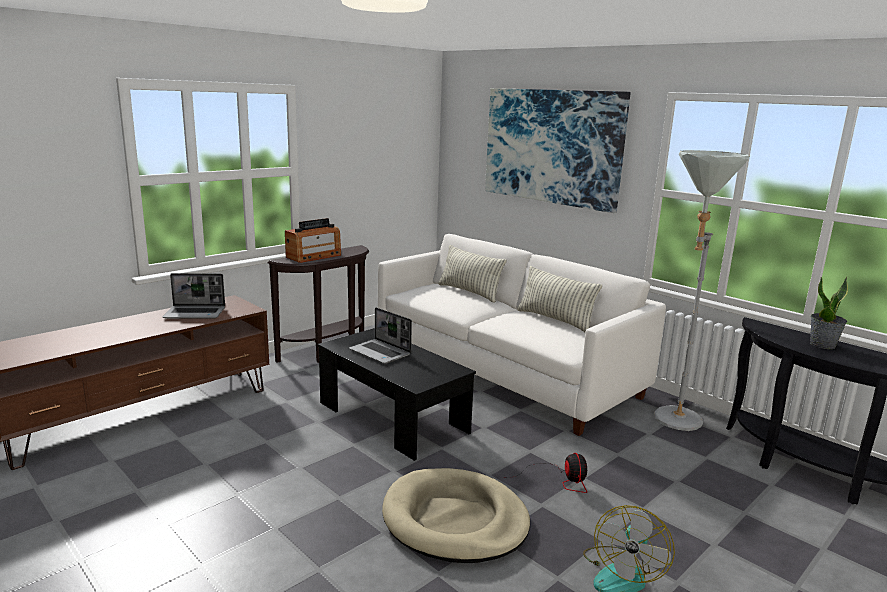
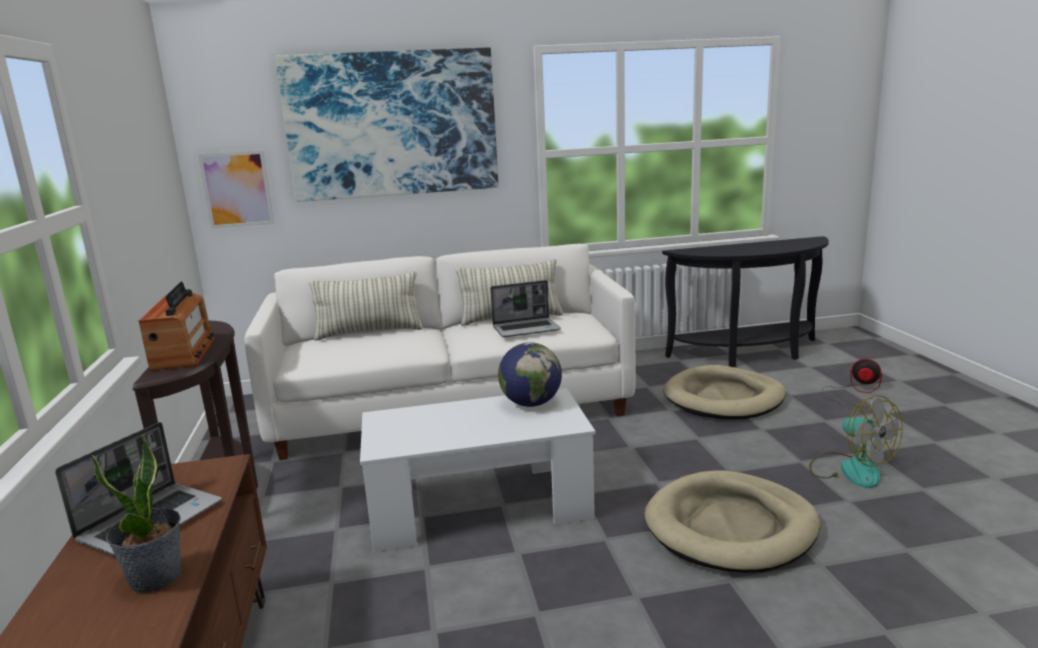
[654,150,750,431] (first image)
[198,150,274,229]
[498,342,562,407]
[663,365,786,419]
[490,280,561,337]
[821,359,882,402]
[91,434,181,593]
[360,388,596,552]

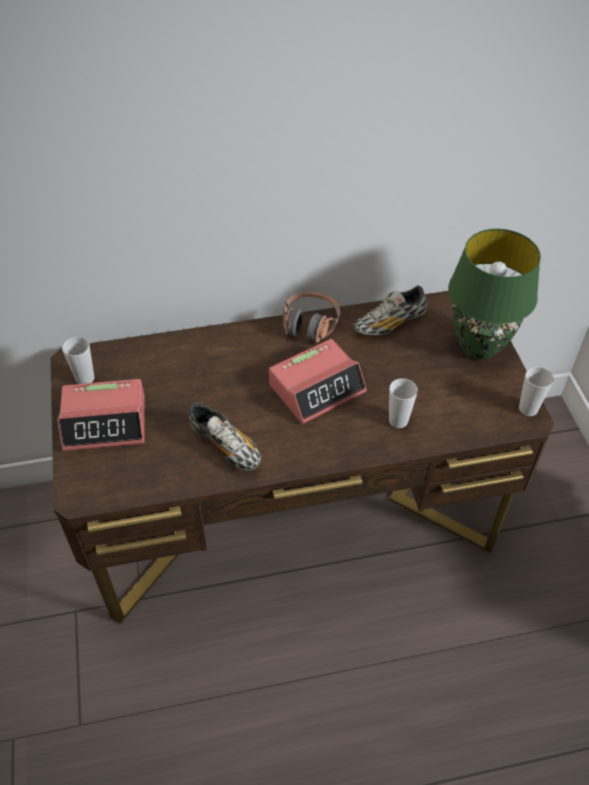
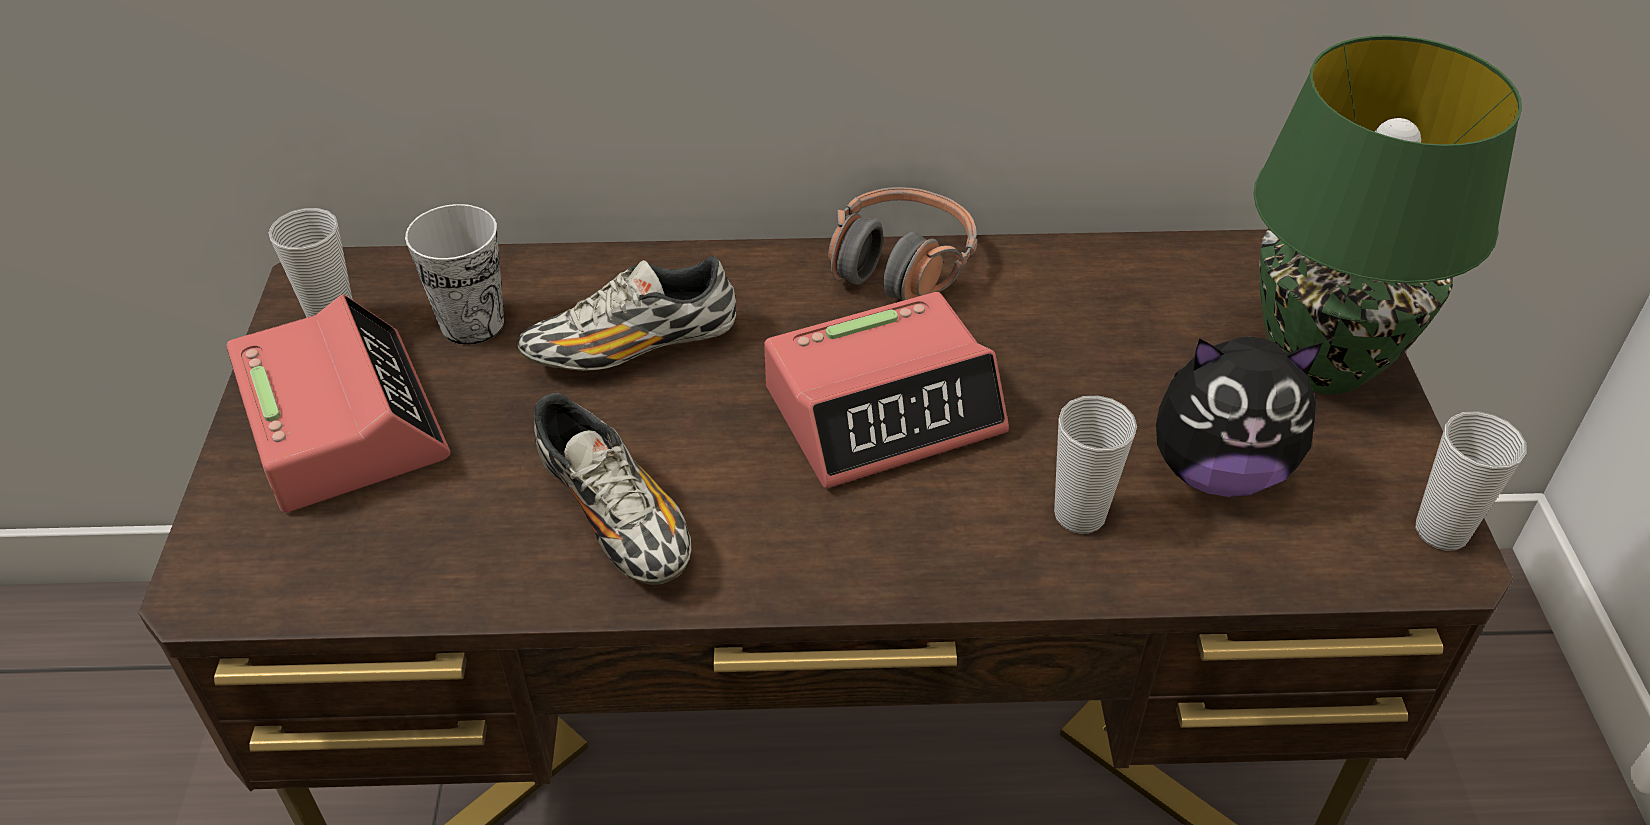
[405,204,504,345]
[1156,337,1323,497]
[517,256,736,371]
[226,294,450,513]

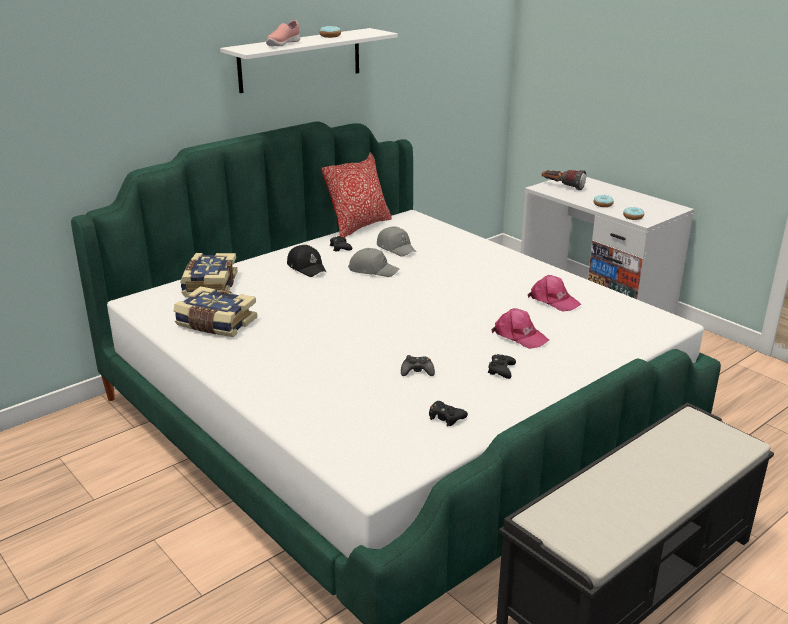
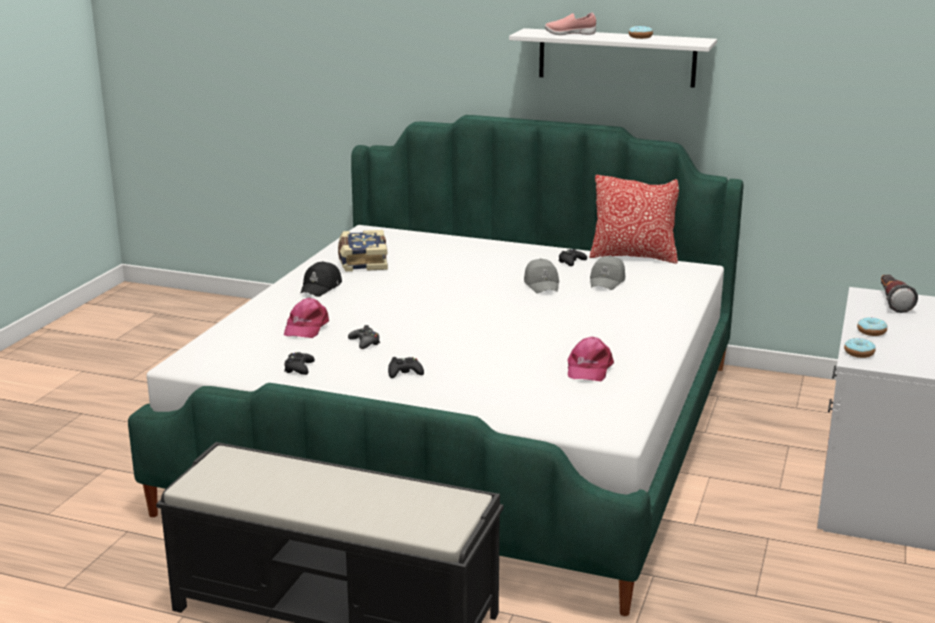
[180,253,238,298] (first image)
[300,261,342,297]
[284,298,329,338]

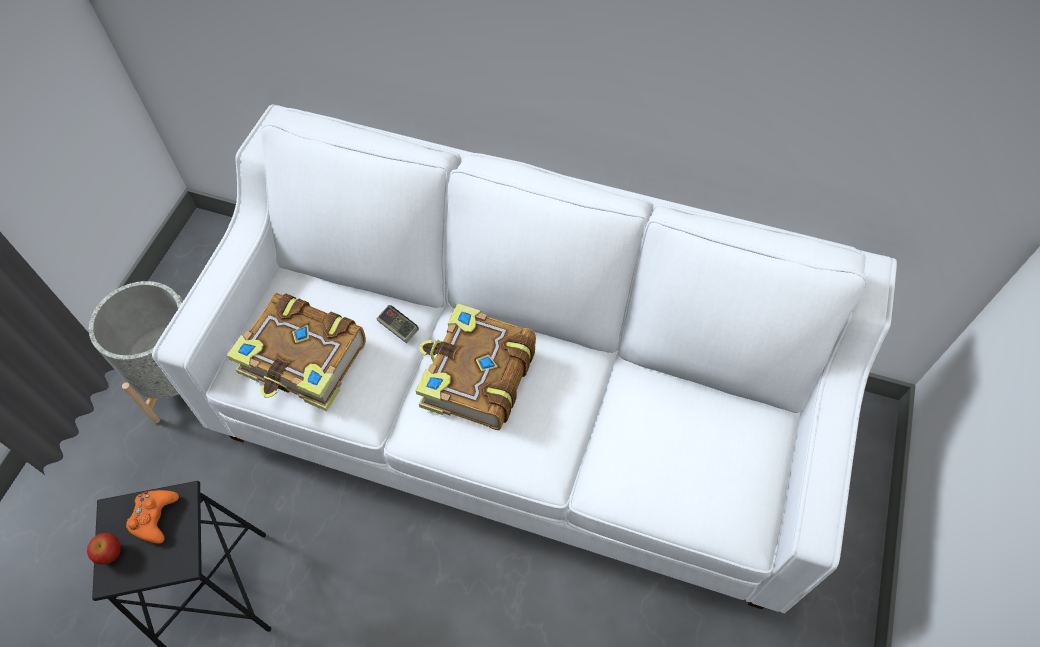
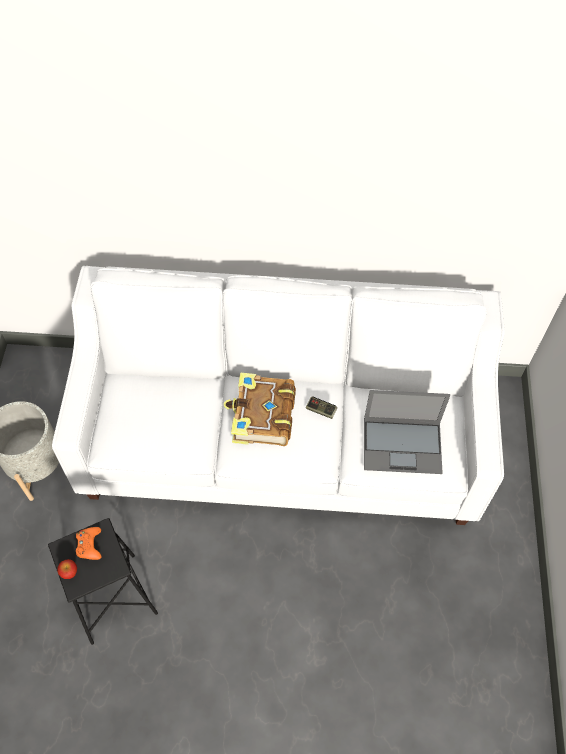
[227,293,366,411] (first image)
[364,390,450,474]
[306,397,337,419]

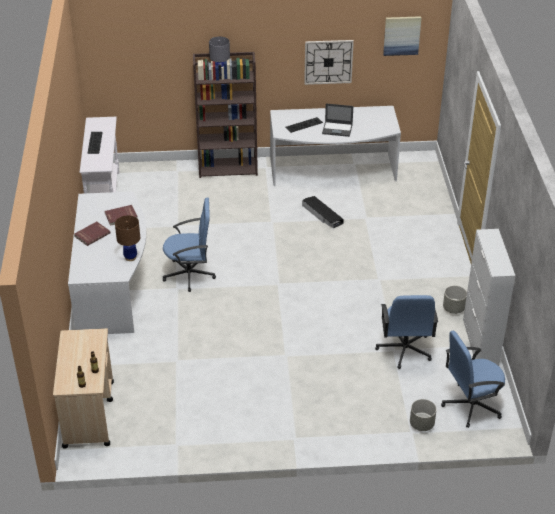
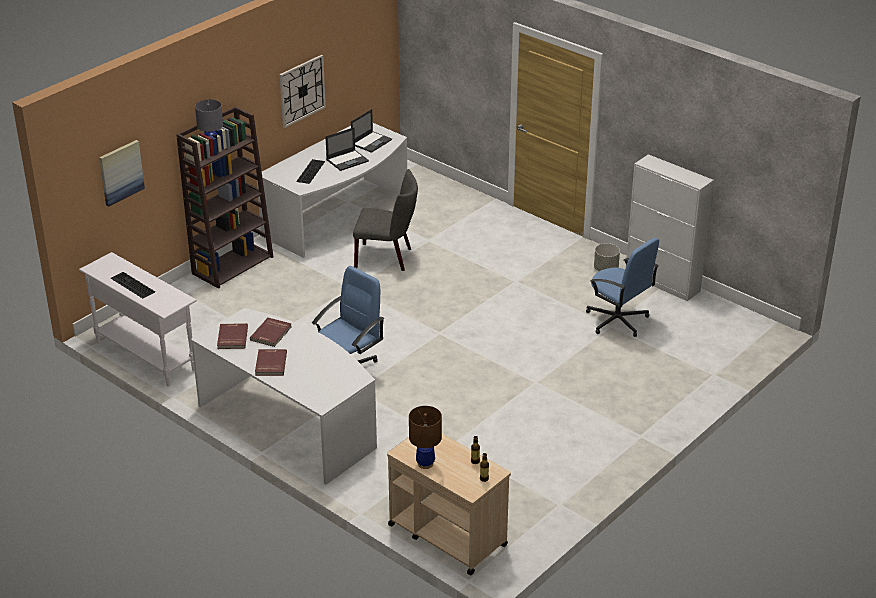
[410,399,437,431] (first image)
[441,331,505,428] (first image)
[217,323,248,349]
[351,109,392,153]
[409,406,442,469]
[99,140,145,207]
[353,169,418,271]

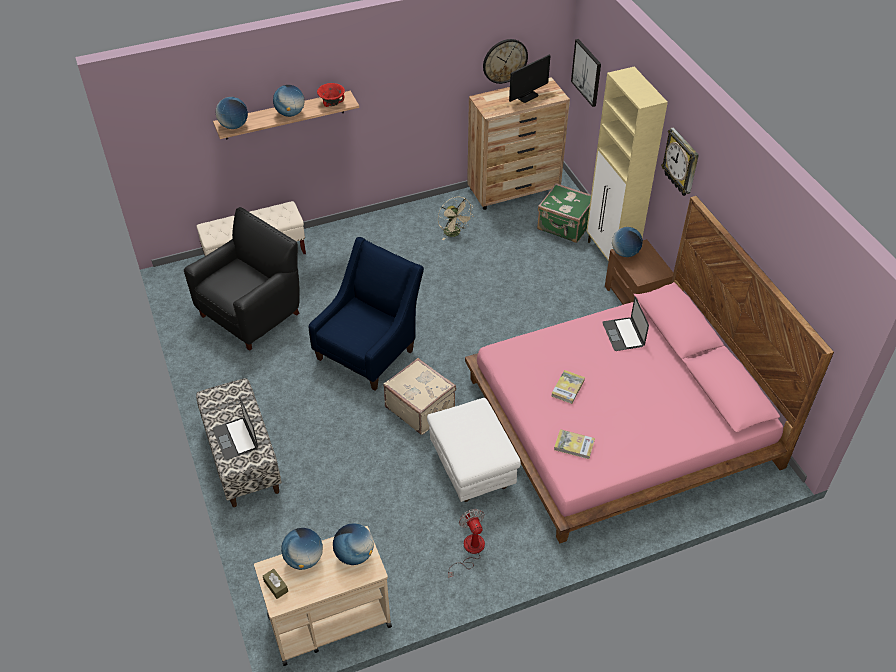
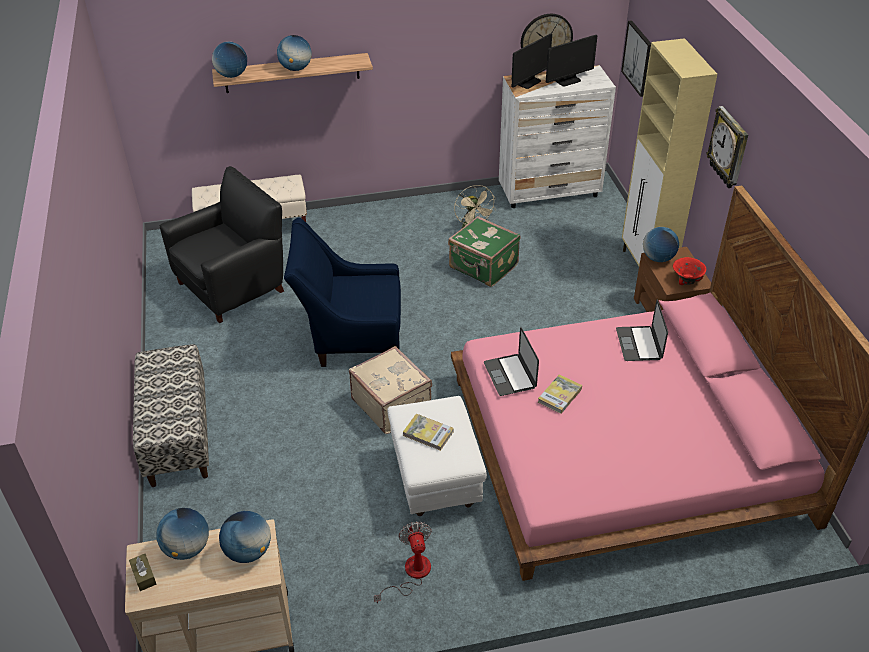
[511,33,552,89]
[484,327,539,396]
[673,257,706,285]
[448,216,520,287]
[403,414,454,451]
[499,65,616,208]
[284,217,401,367]

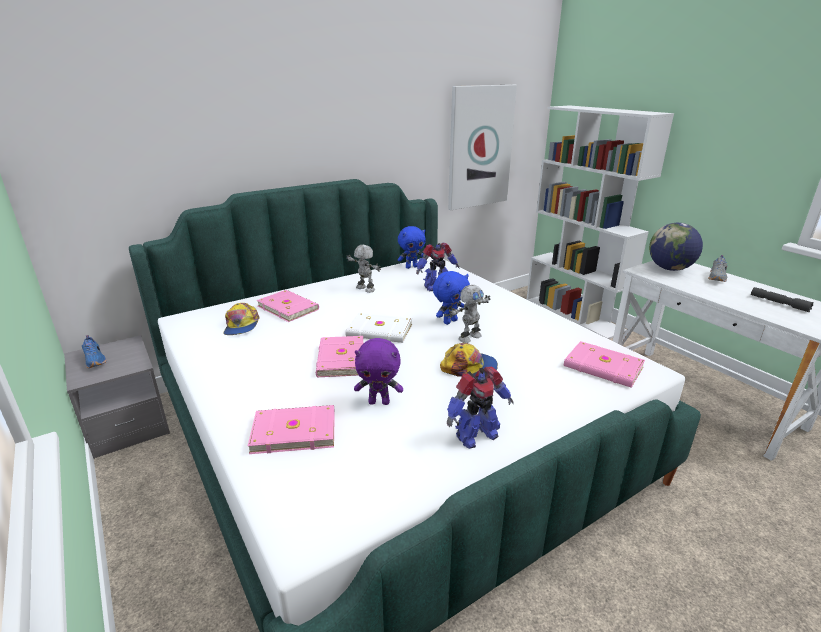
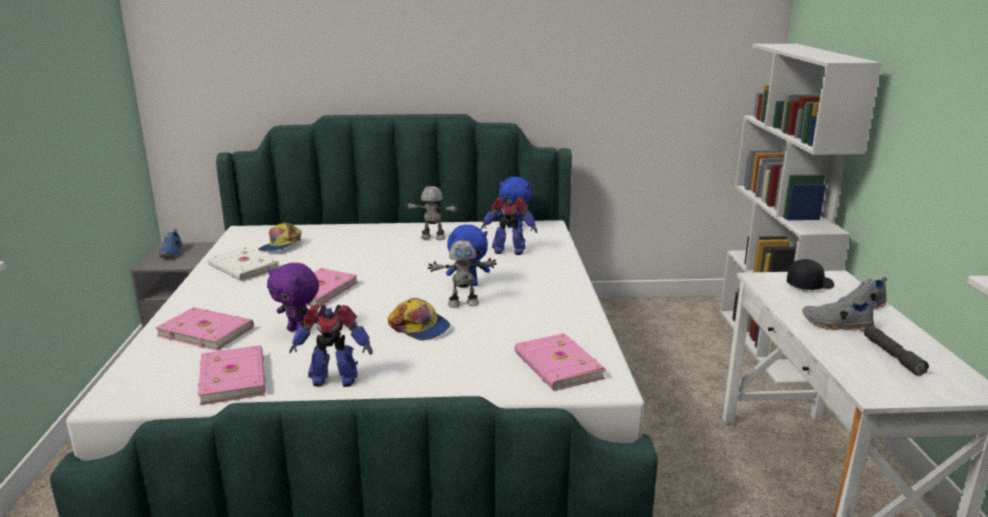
[448,85,517,210] (first image)
[802,296,877,331]
[198,345,266,405]
[208,247,279,281]
[787,259,834,290]
[405,186,459,240]

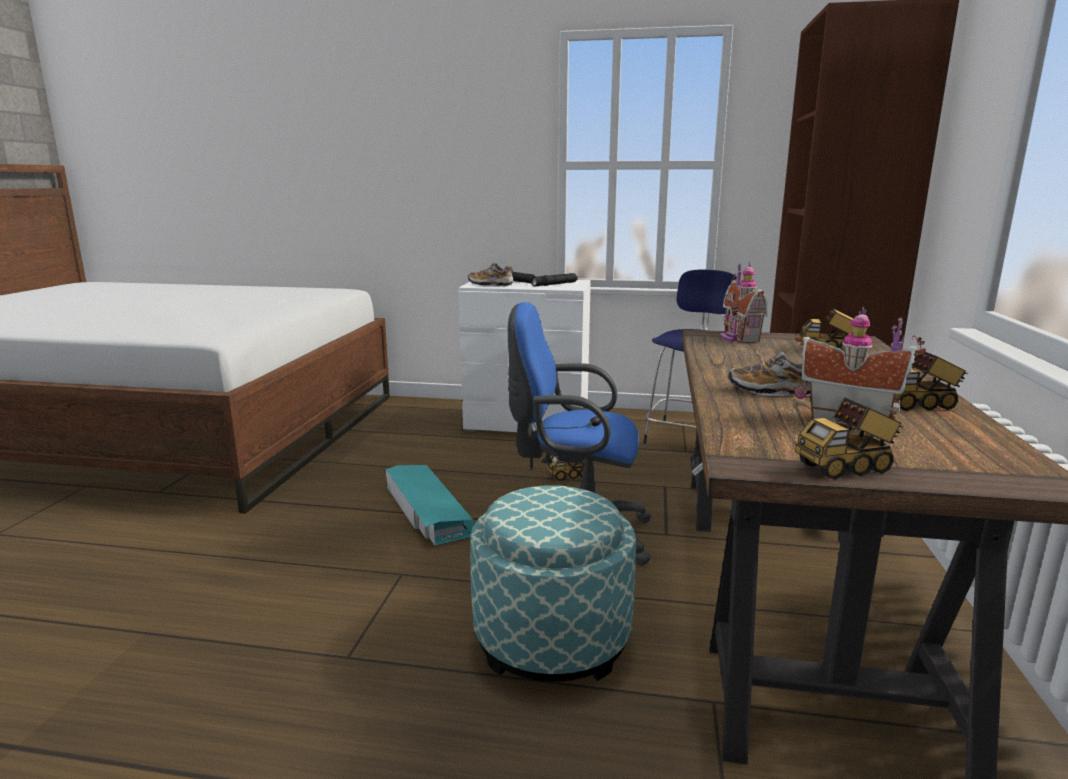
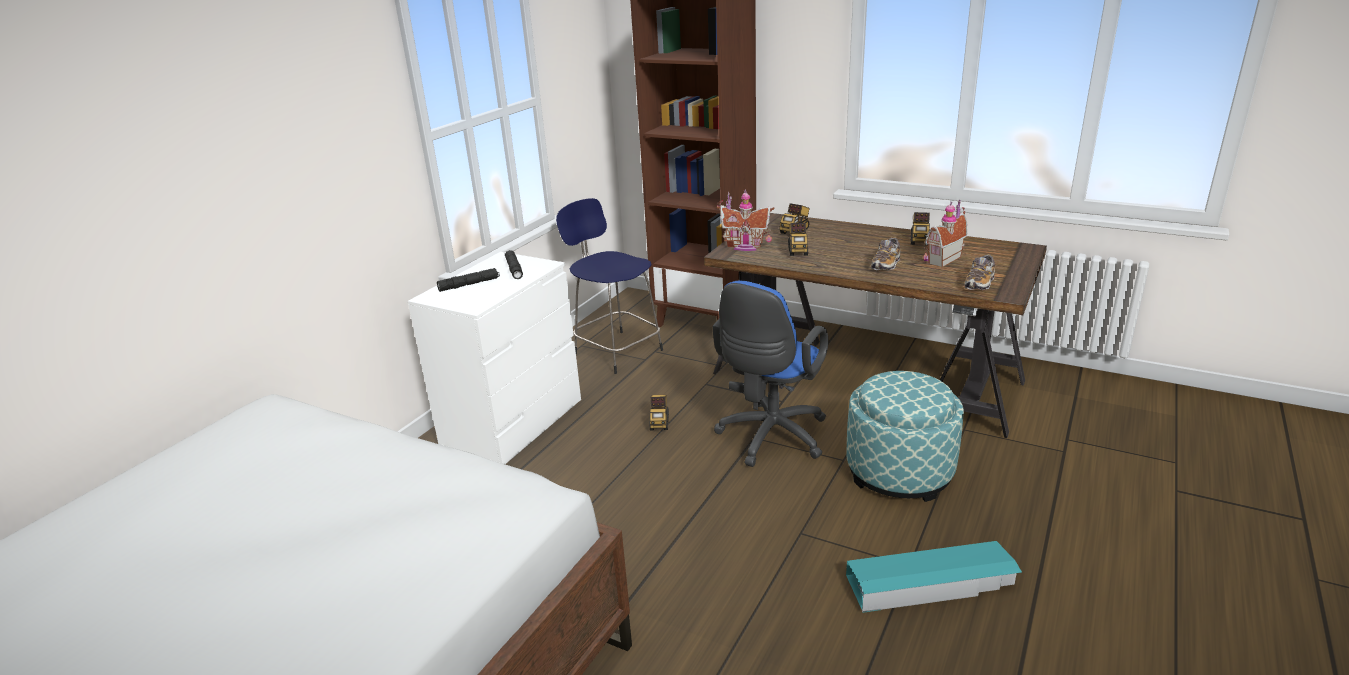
[846,541,1022,613]
[965,254,995,290]
[788,223,808,256]

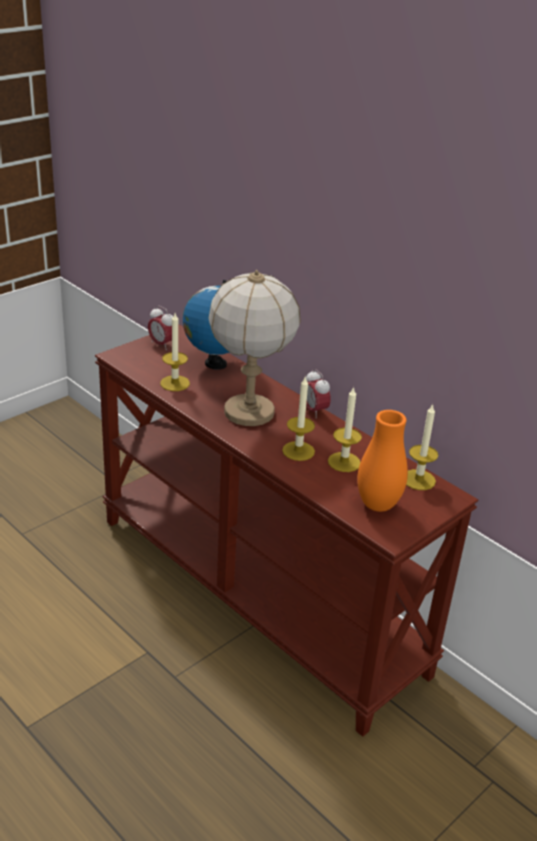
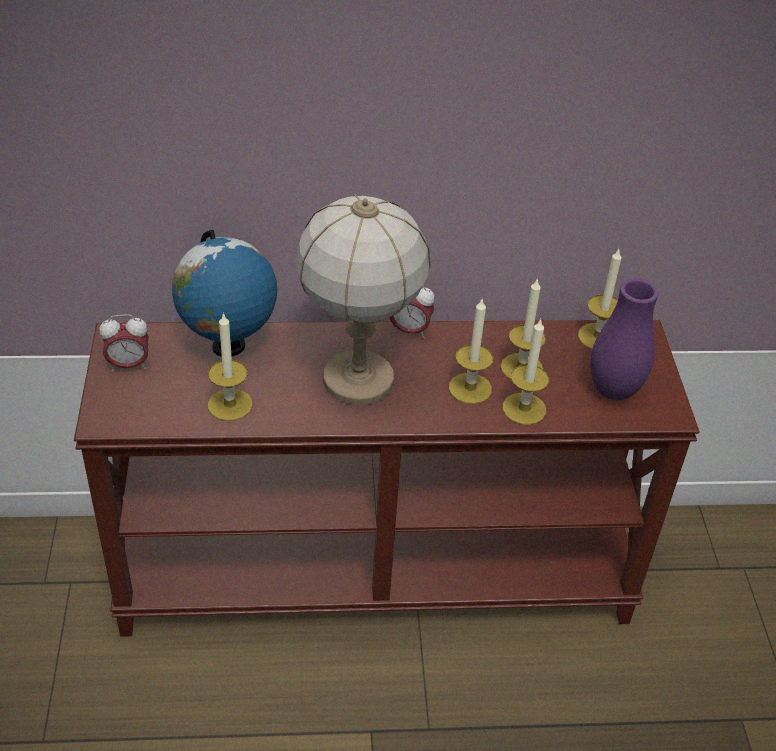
[502,318,549,425]
[590,278,659,400]

